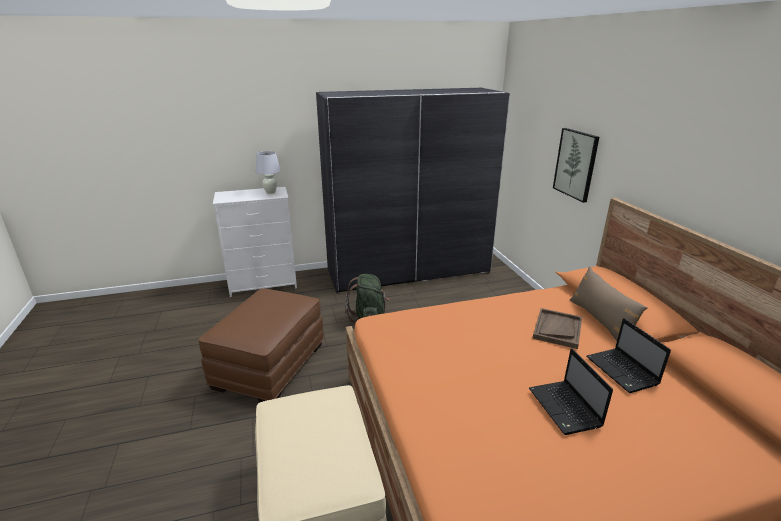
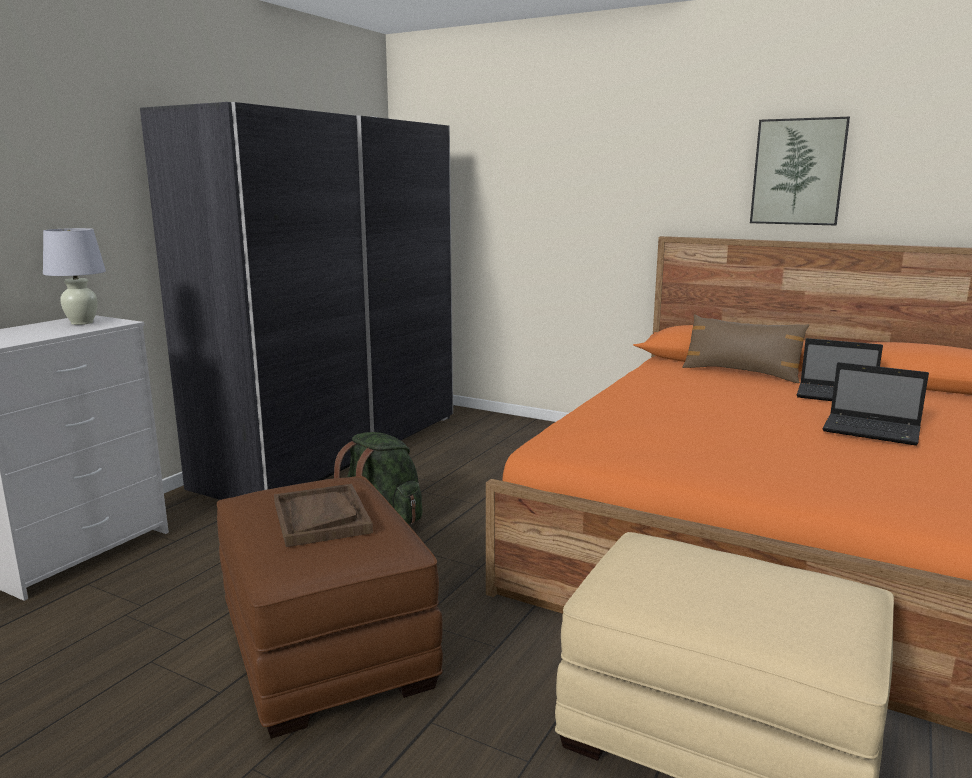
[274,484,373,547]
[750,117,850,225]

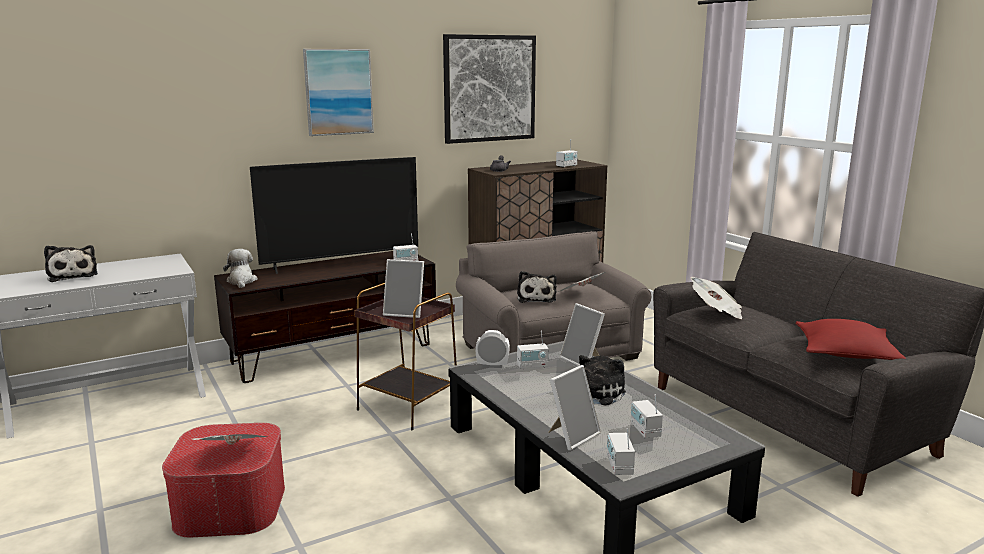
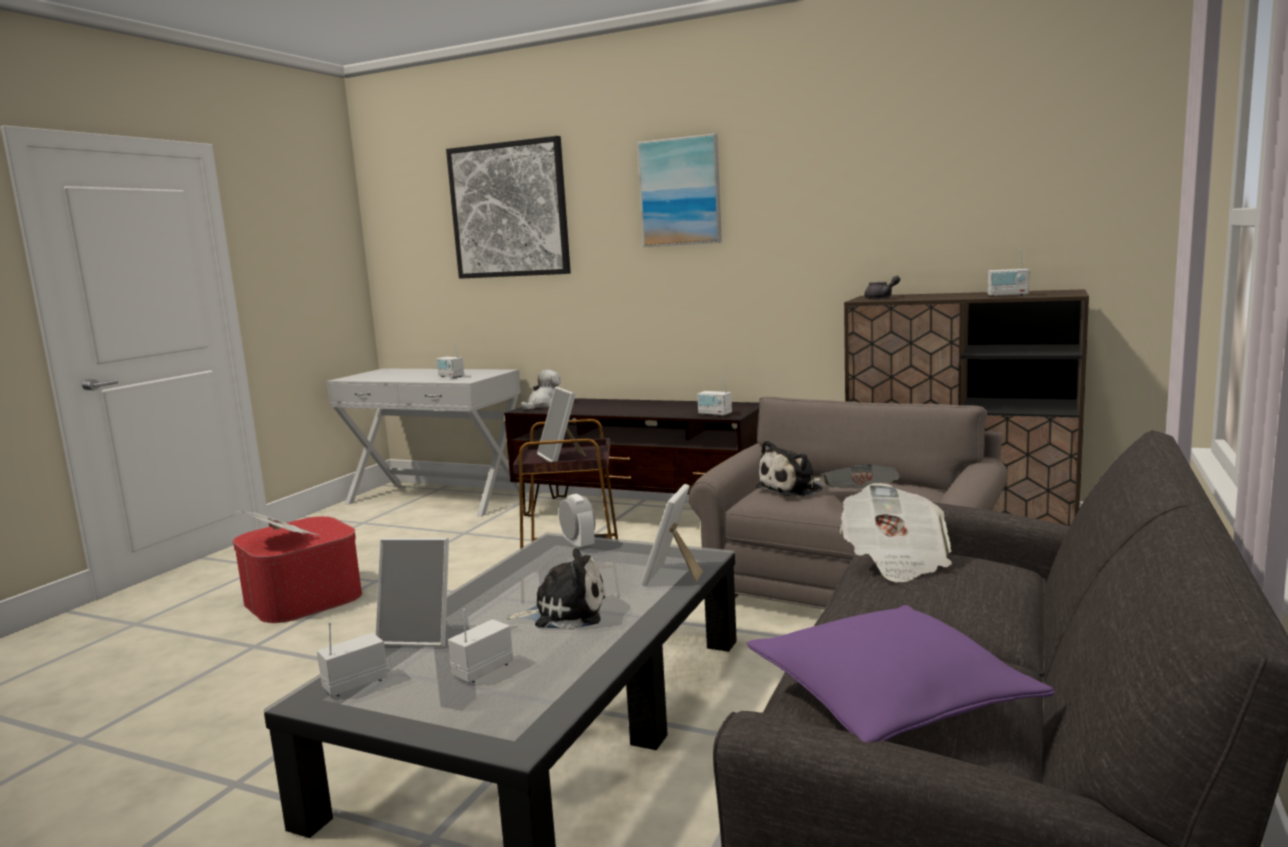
[44,245,98,282] (first image)
[250,157,418,274] (first image)
[446,136,571,279]
[437,343,464,378]
[747,605,1055,742]

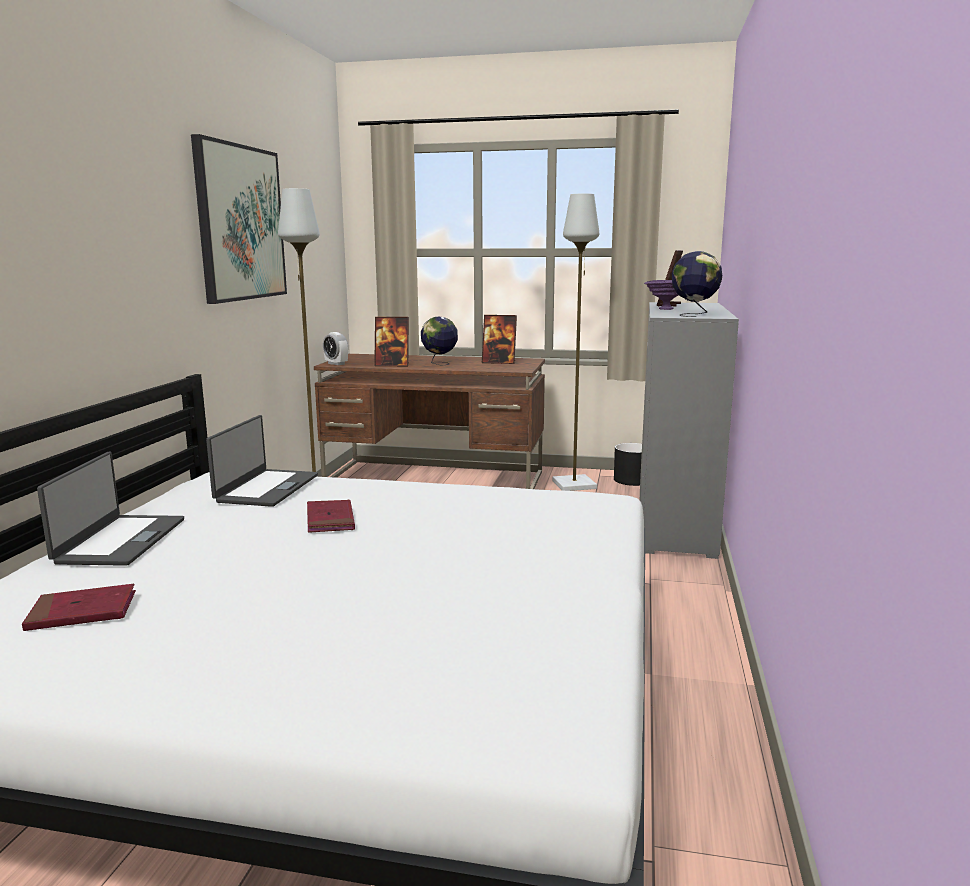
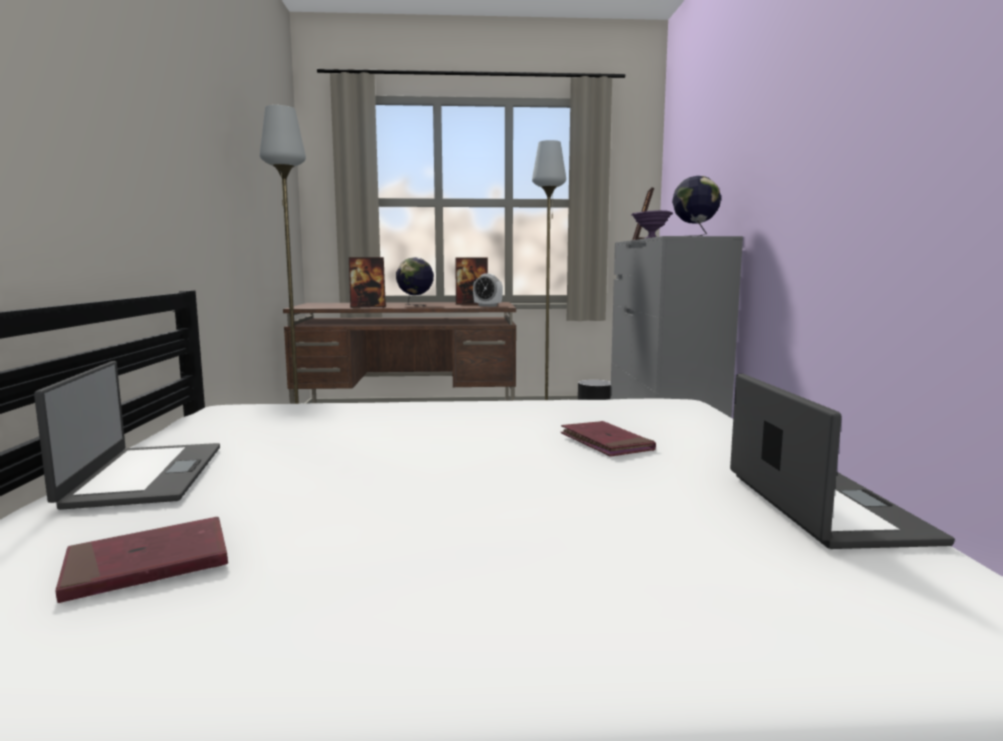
[191,134,287,304] (first image)
[730,373,955,549]
[561,421,656,457]
[473,273,503,307]

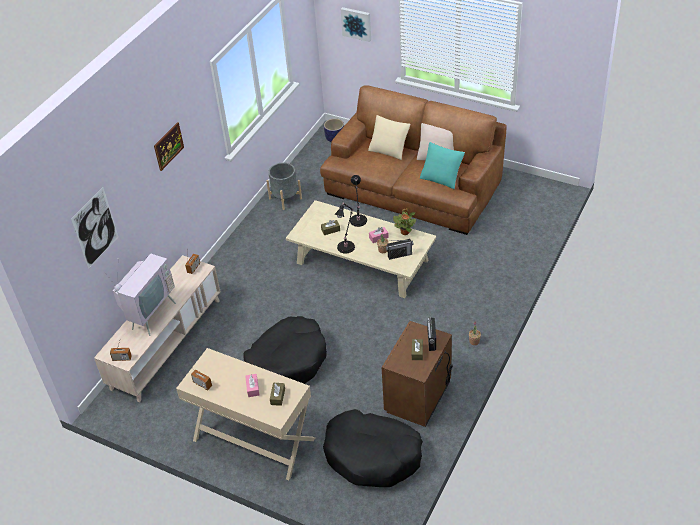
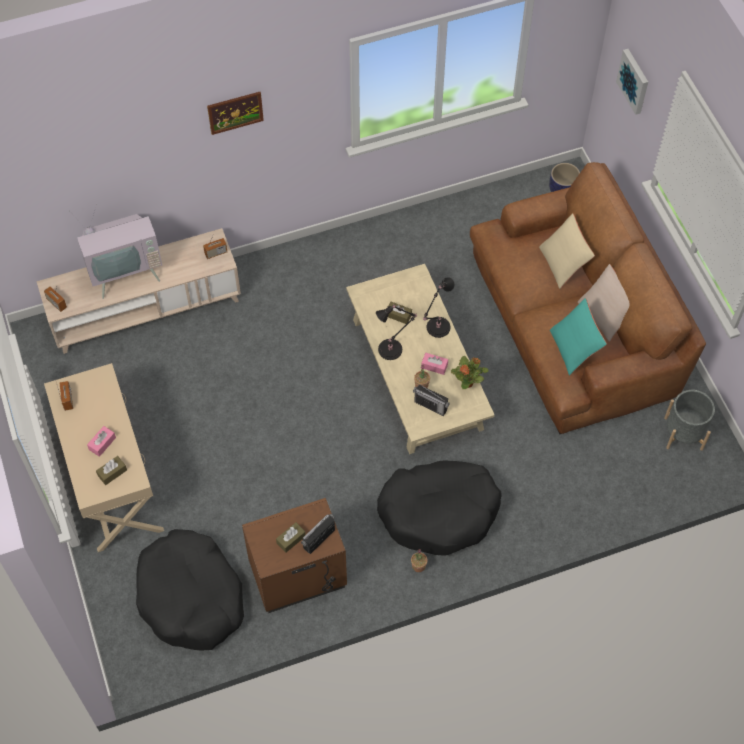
[71,187,119,269] (first image)
[377,460,502,556]
[664,390,715,451]

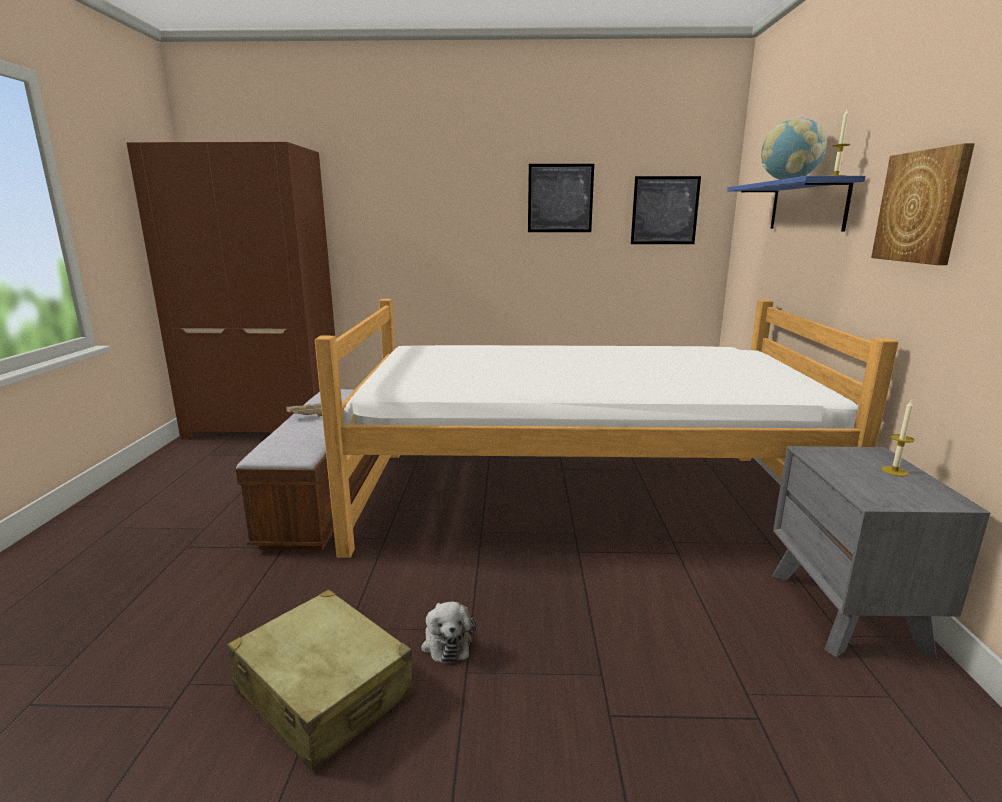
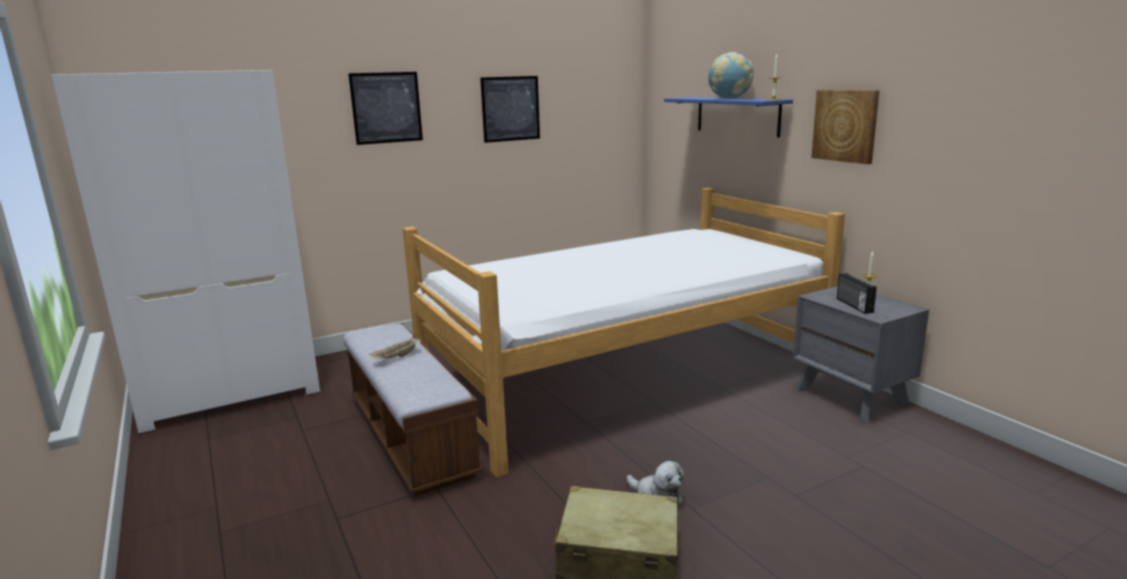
[837,273,877,314]
[348,72,423,145]
[51,70,320,434]

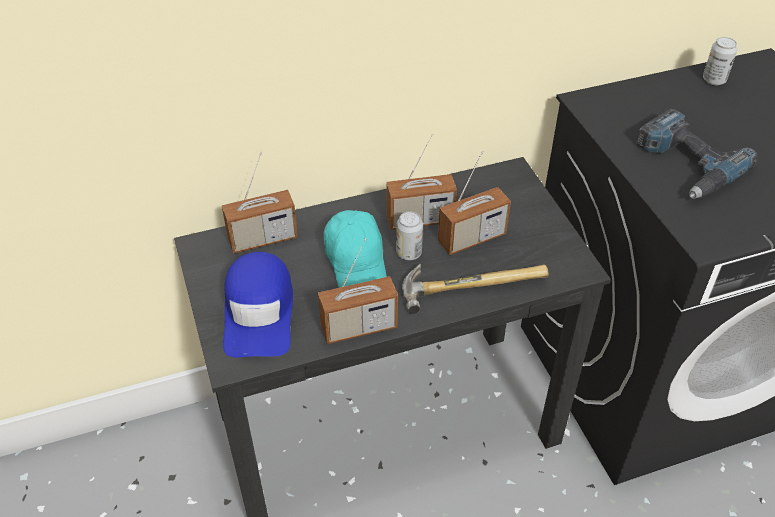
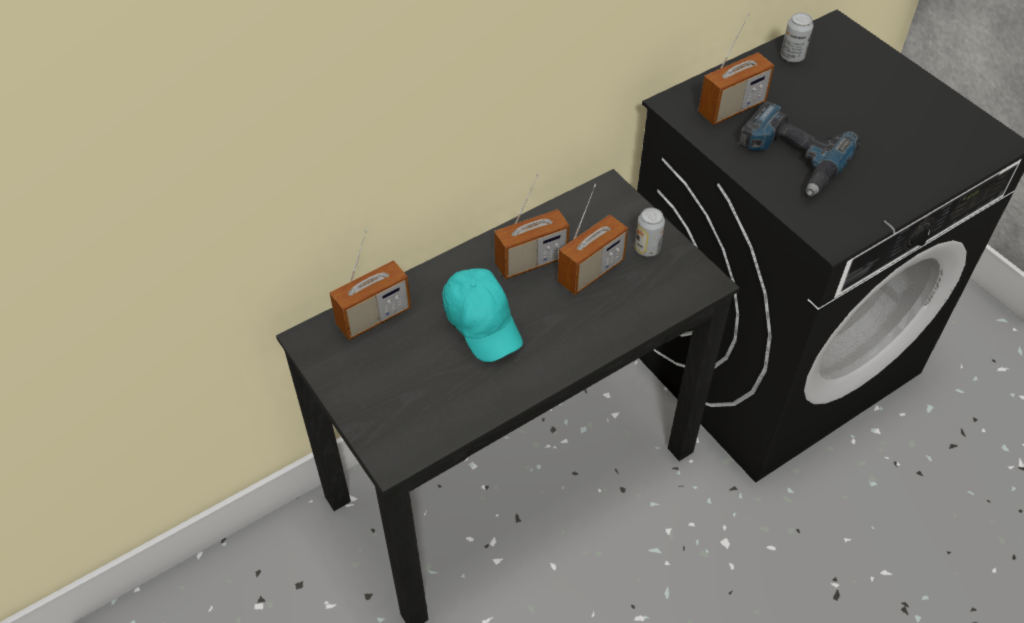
[223,252,293,358] (first image)
[402,264,549,314] (first image)
[698,13,774,125]
[635,208,665,257]

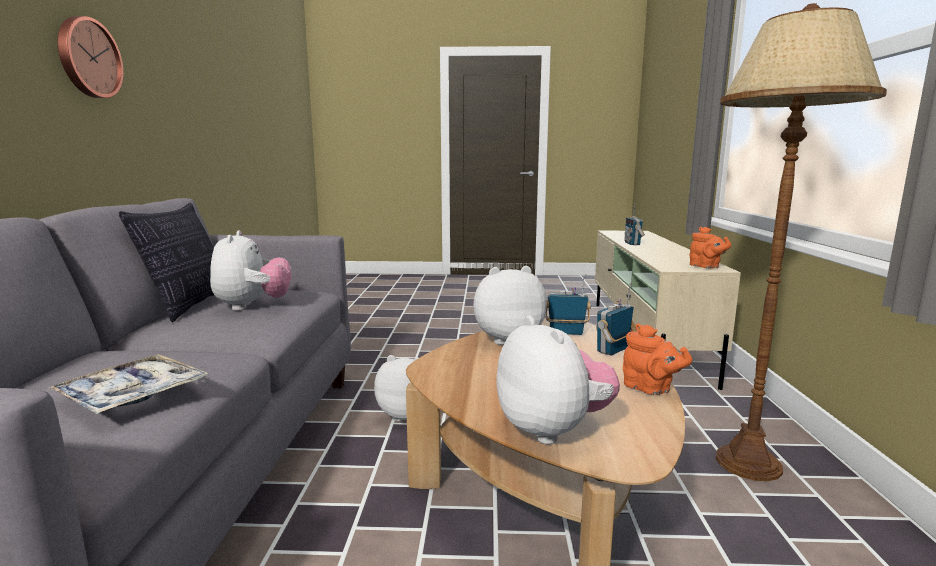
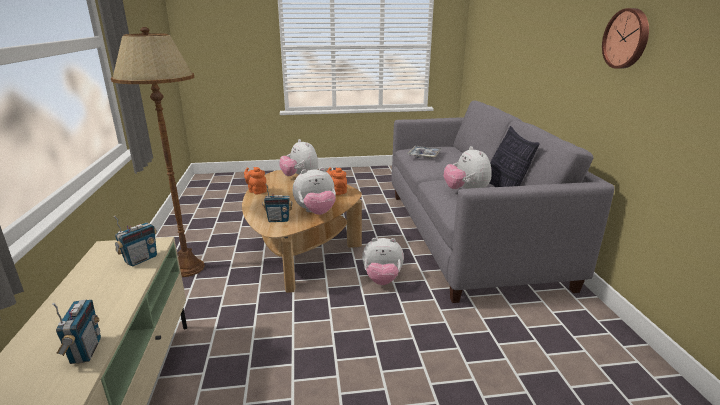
[113,216,157,266]
[327,167,347,195]

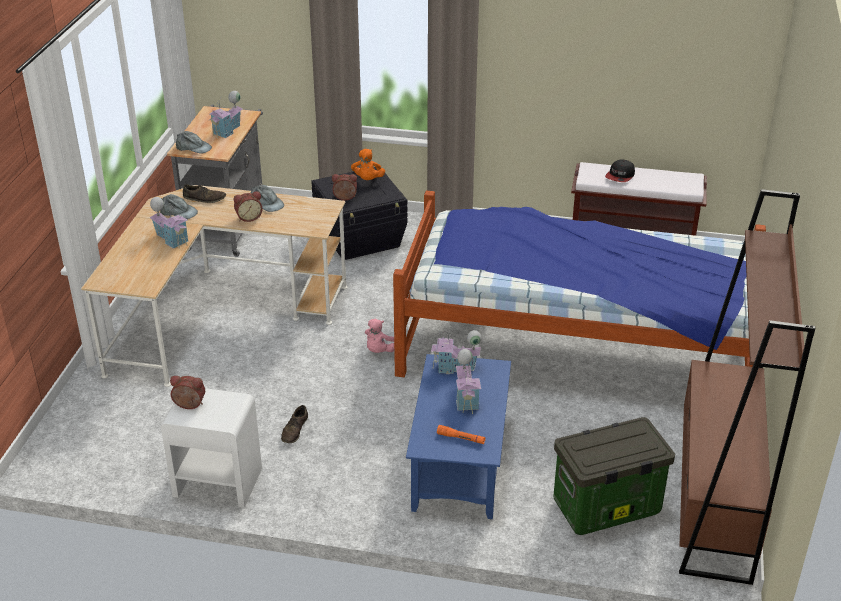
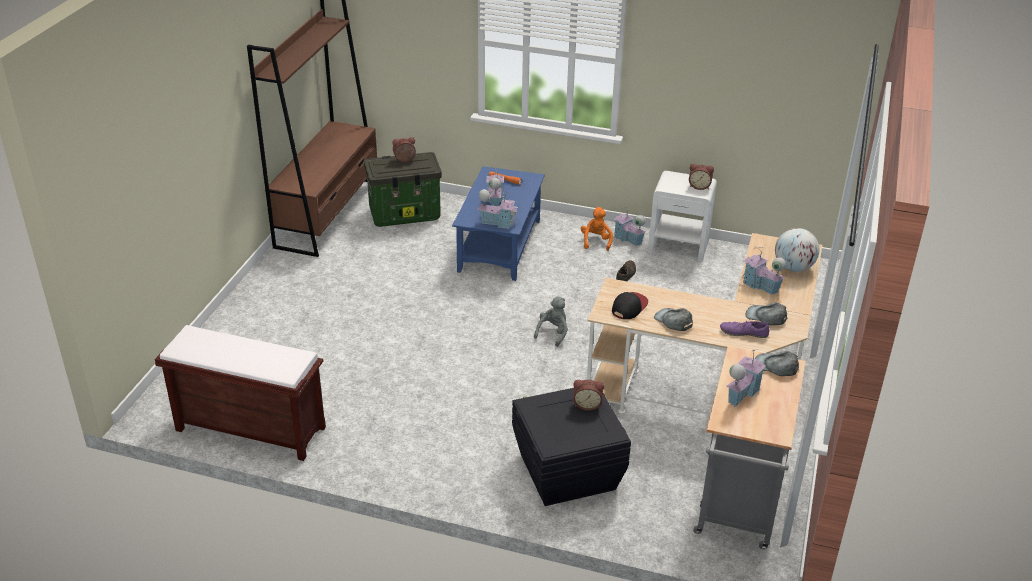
[393,191,766,377] (first image)
[614,206,646,246]
[775,228,820,272]
[392,137,416,162]
[581,207,613,251]
[612,292,648,319]
[720,321,770,338]
[534,296,568,347]

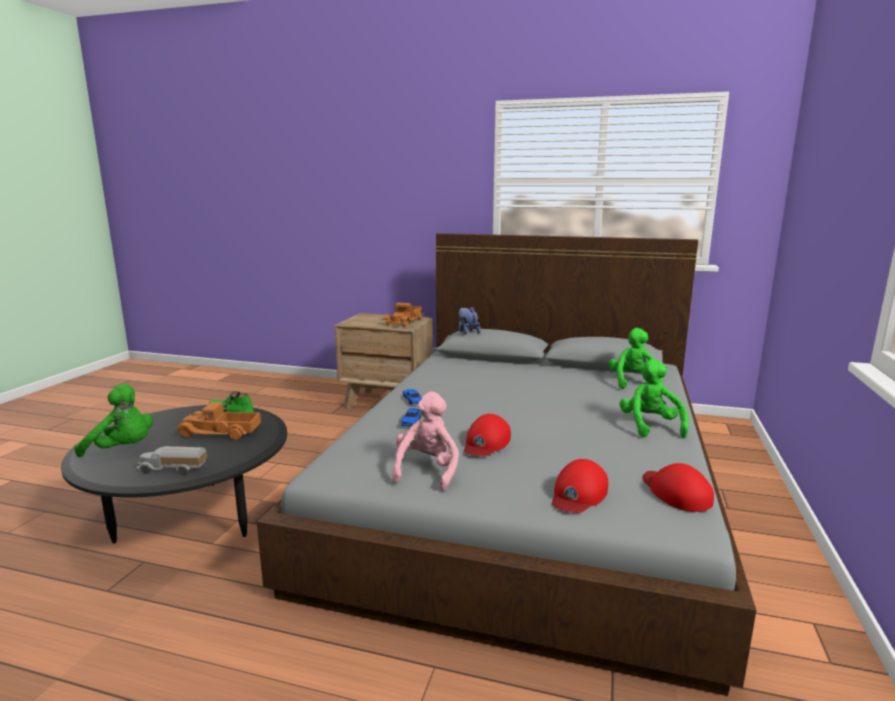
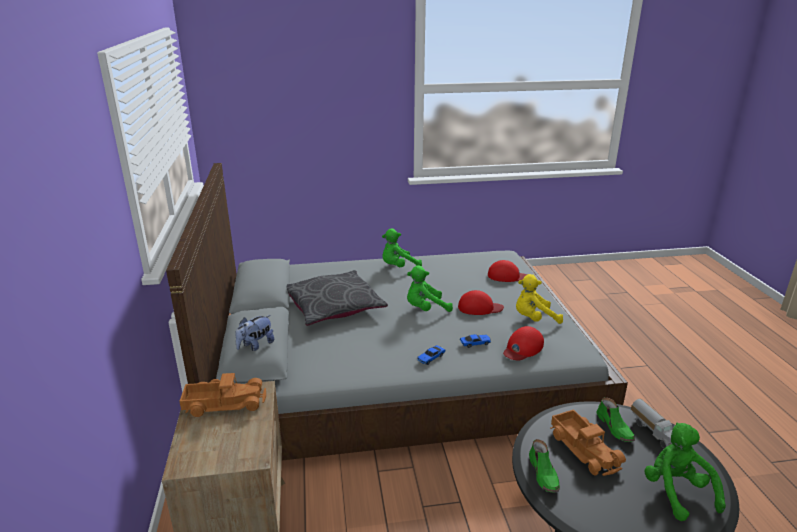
[287,270,388,326]
[596,397,635,442]
[407,266,453,312]
[503,326,544,361]
[516,274,563,324]

